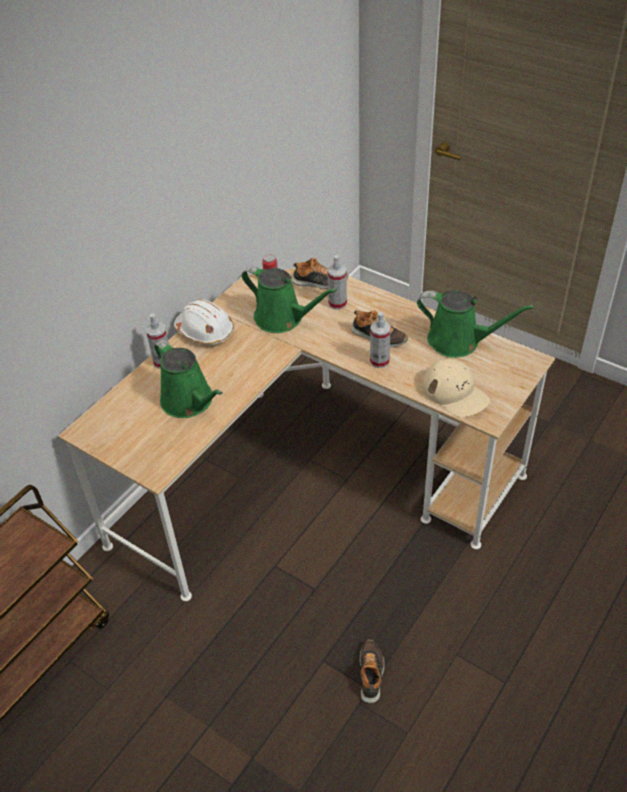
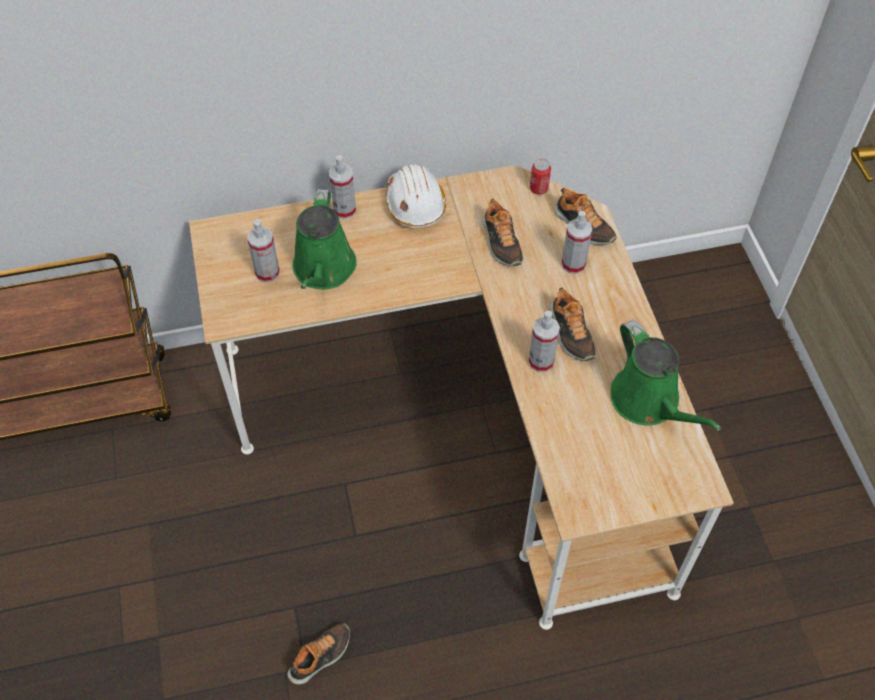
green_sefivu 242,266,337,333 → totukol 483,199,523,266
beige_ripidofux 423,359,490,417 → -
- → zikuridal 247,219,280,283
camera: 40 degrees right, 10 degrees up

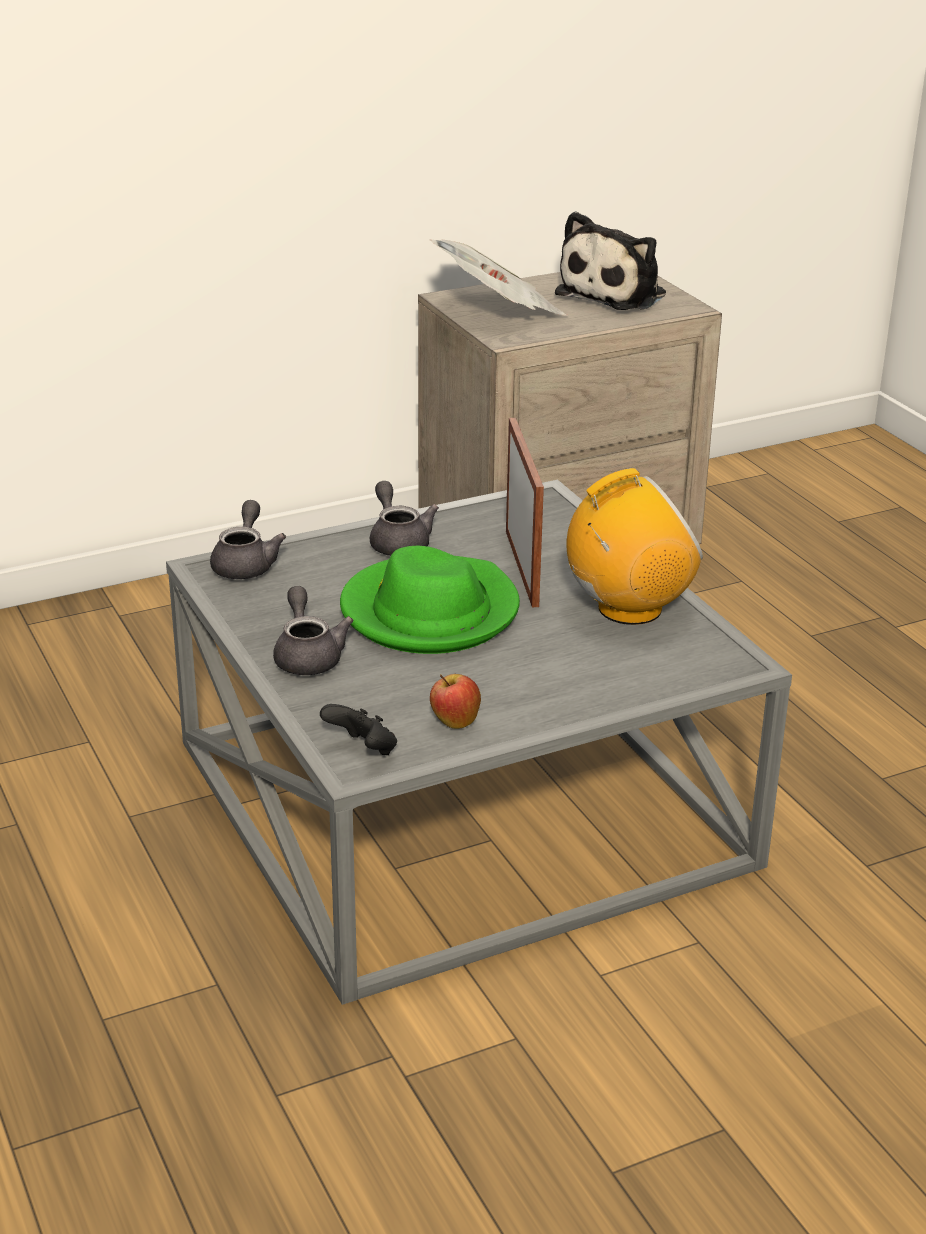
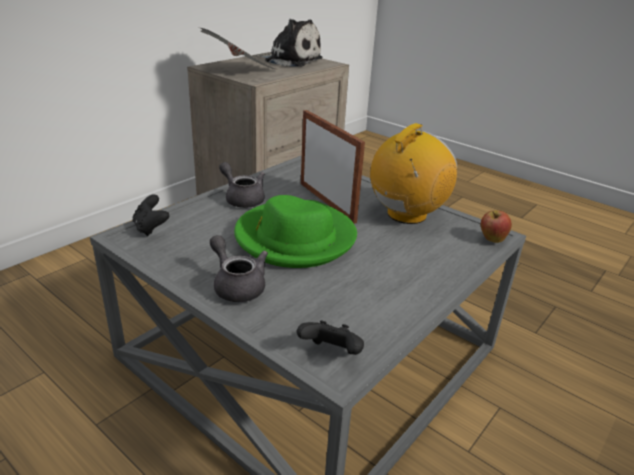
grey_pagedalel 210,500,286,579 → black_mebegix 133,195,169,236
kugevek 430,674,481,729 → kugevek 481,210,512,243, move
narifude 555,211,666,310 → narifude 255,19,322,67, 75 degrees counterclockwise
camera: 25 degrees left, 0 degrees up

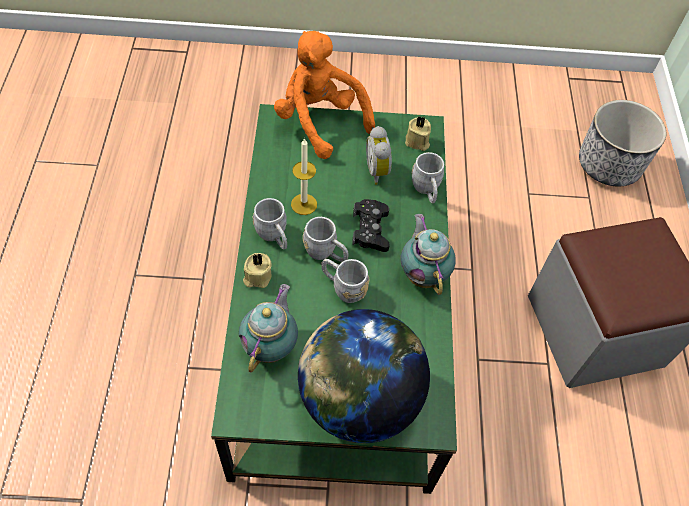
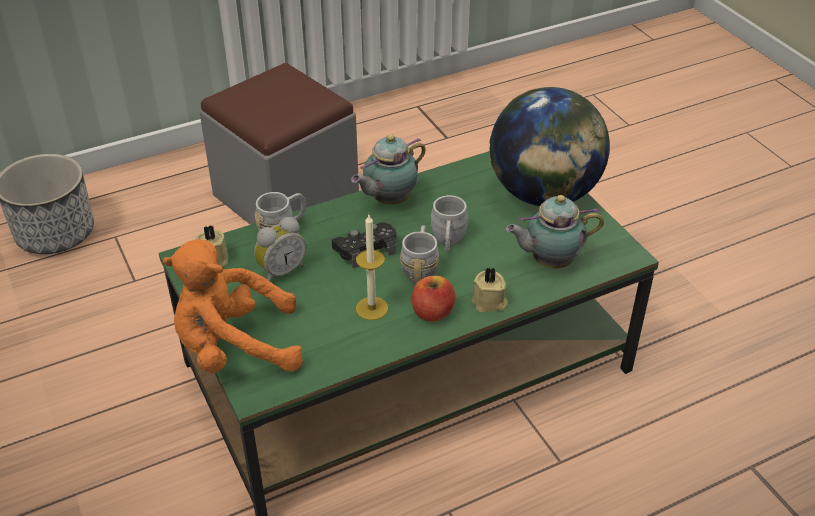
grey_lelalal 253,198,287,250 → kugevek 412,276,456,322
orange_narifude 274,31,375,159 → orange_narifude 162,239,303,373, 60 degrees clockwise
camera: 115 degrees left, 15 degrees down

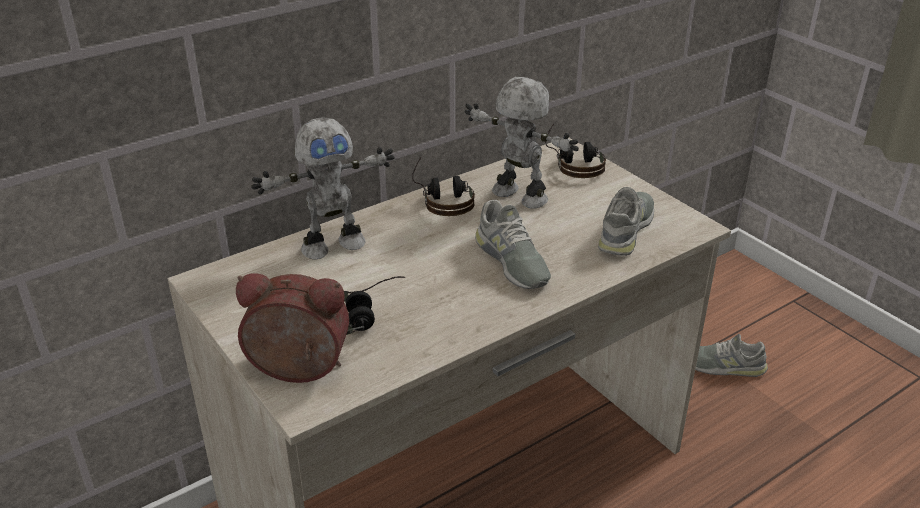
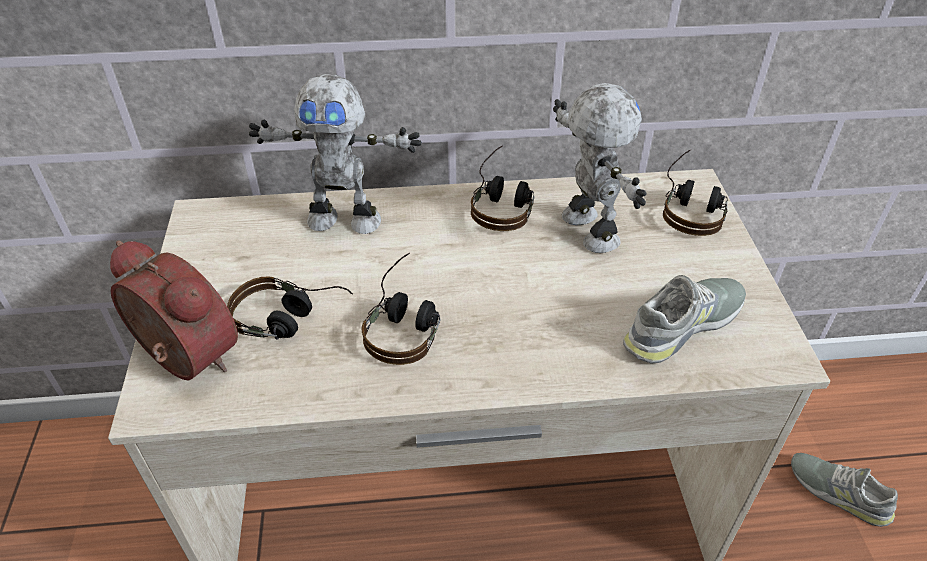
grey_totukol 475,200,551,289 → -
- → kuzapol 362,252,441,365
camera: 30 degrees right, 10 degrees up

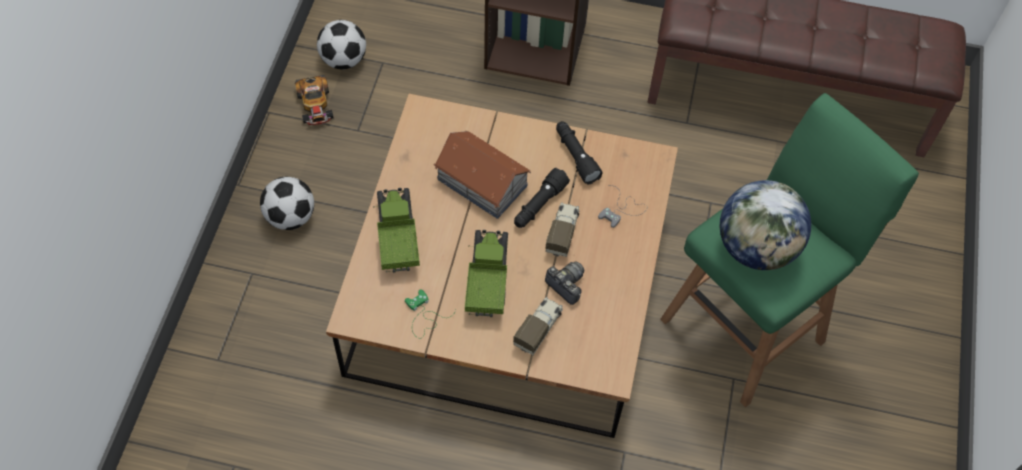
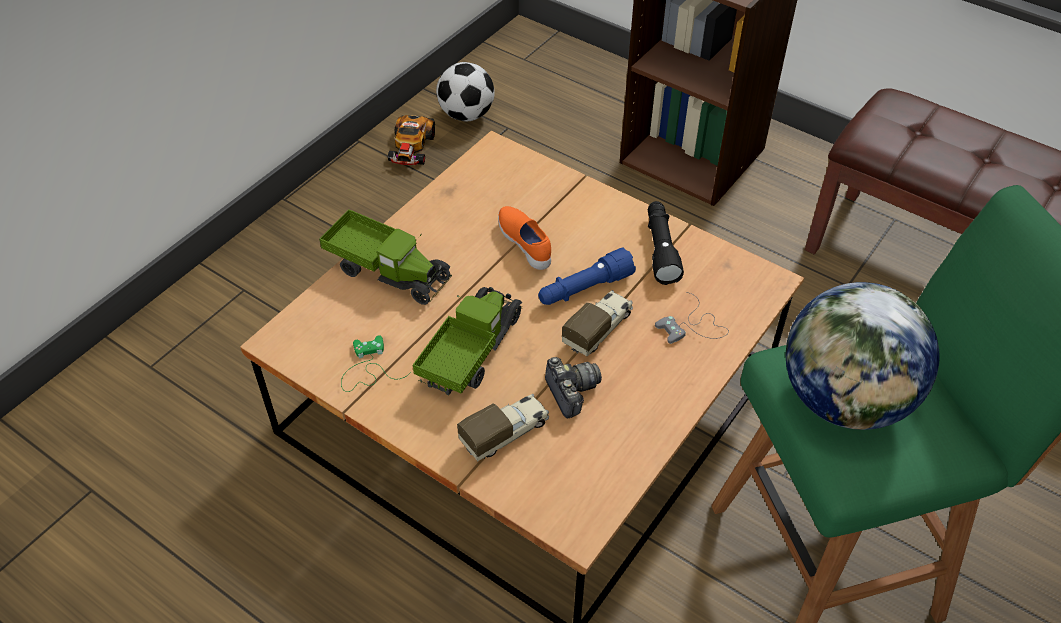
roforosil 260,177,314,230 → -
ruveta 373,188,420,273 → ruveta 319,209,452,305, 105 degrees clockwise
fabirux 434,131,531,219 → orange_totukol 498,206,551,270
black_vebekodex 514,168,570,228 → blue_vebekodex 538,247,636,305
camera: 25 degrees right, 10 degrees down

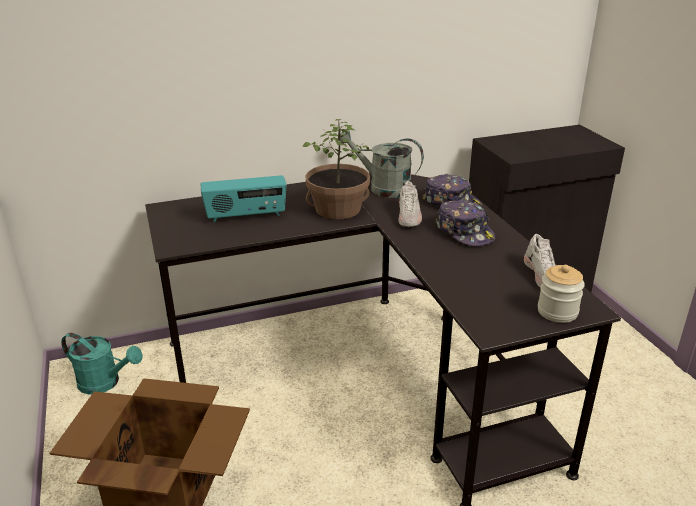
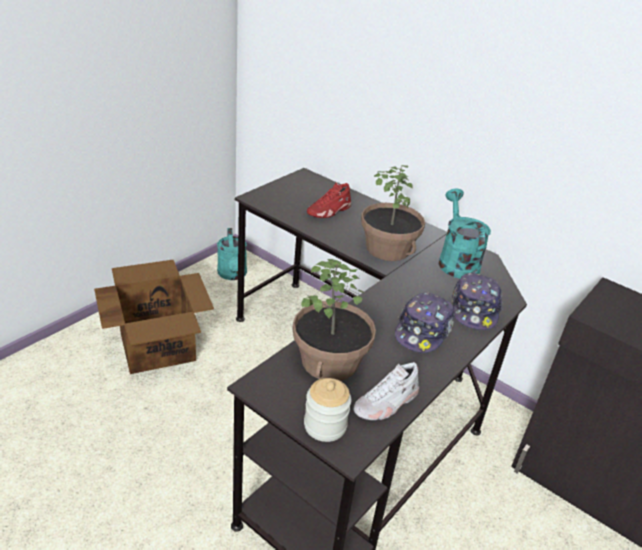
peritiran 201,175,286,222 → red_totukol 307,182,351,218
grey_sefivu 337,130,424,198 → turquoise_sefivu 439,189,491,279
white_totukol 398,181,422,227 → -
- → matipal 292,259,376,381
camera: 55 degrees right, 5 degrees up

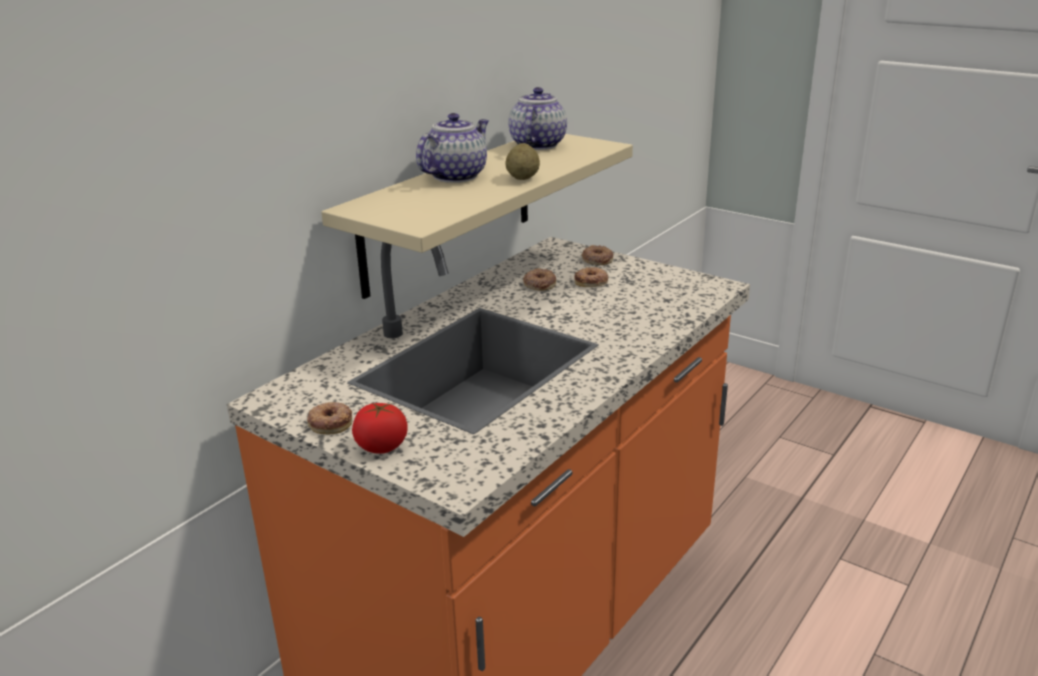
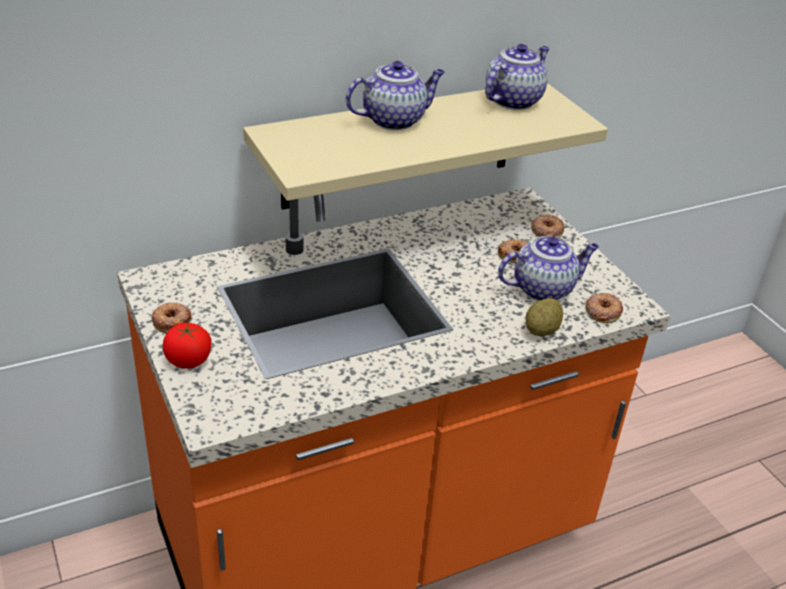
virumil 505,143,540,180 → virumil 526,298,563,336, move
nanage 523,268,556,291 → nanage 585,293,623,323, move
- → pagedalel 498,236,599,301
camera: 25 degrees right, 10 degrees up

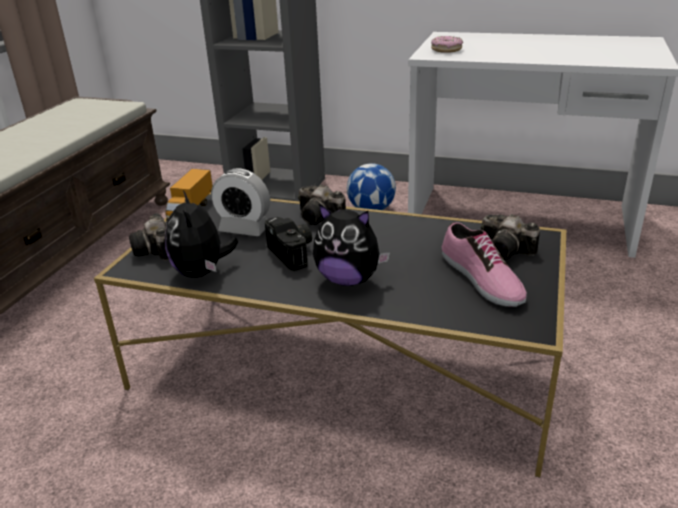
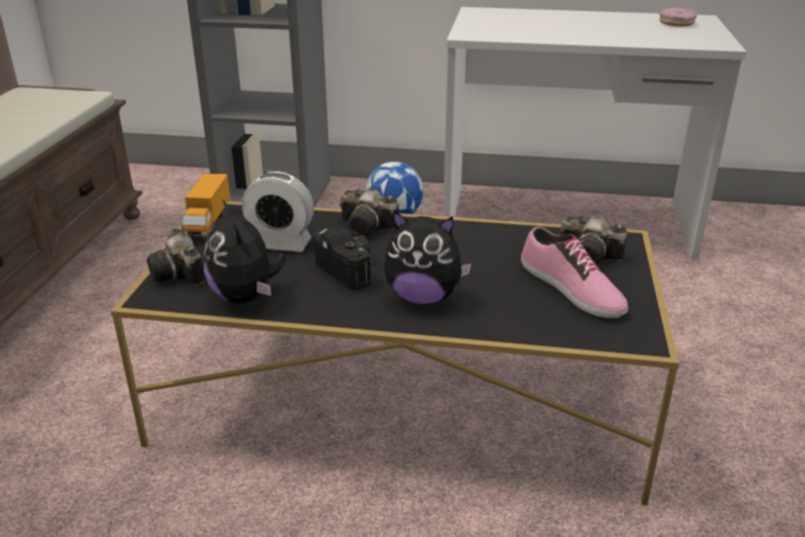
nanage 431,36,463,53 → nanage 659,8,697,27, move
camera: 10 degrees left, 0 degrees up

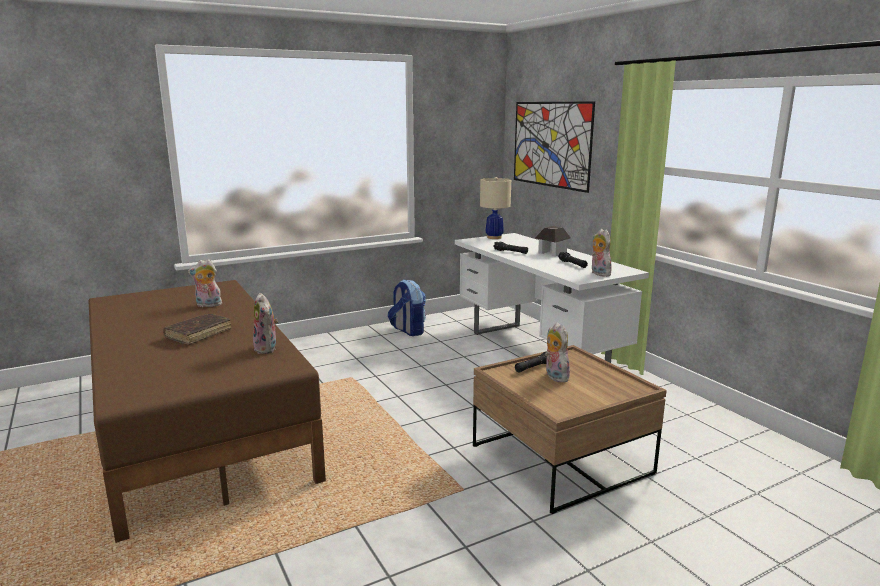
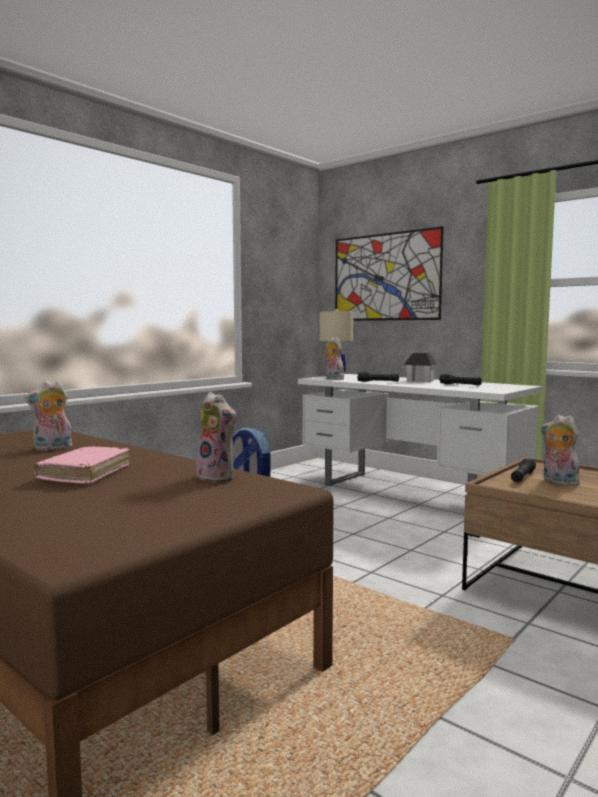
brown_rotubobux 163,314,231,345 → pink_rotubobux 34,447,129,484
narifude 591,229,612,277 → narifude 324,337,344,380, move
camera: 20 degrees left, 10 degrees down

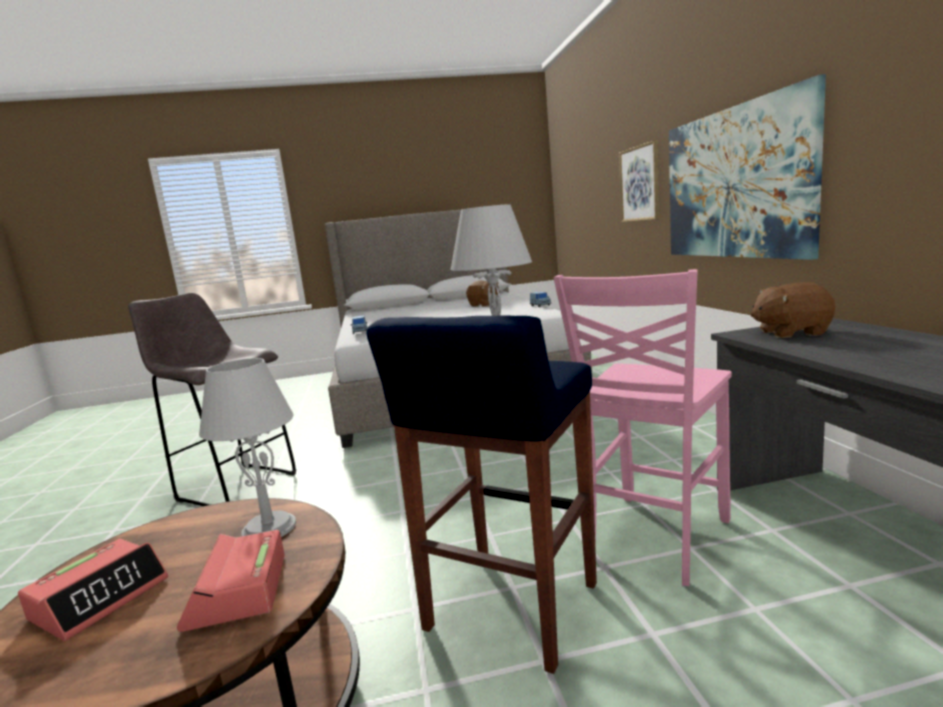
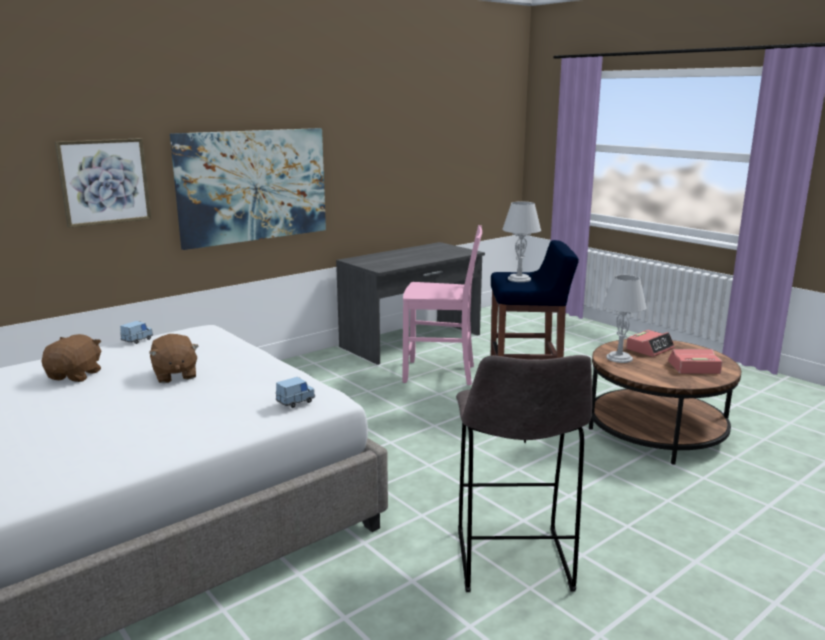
brown_narifude 751,282,835,338 → brown_narifude 149,334,199,383, move
camera: 120 degrees left, 5 degrees up

